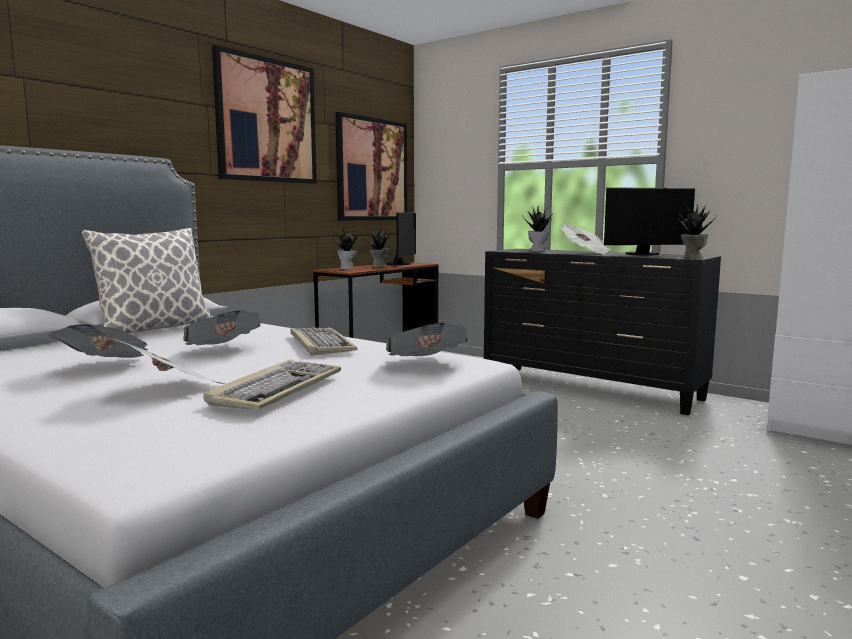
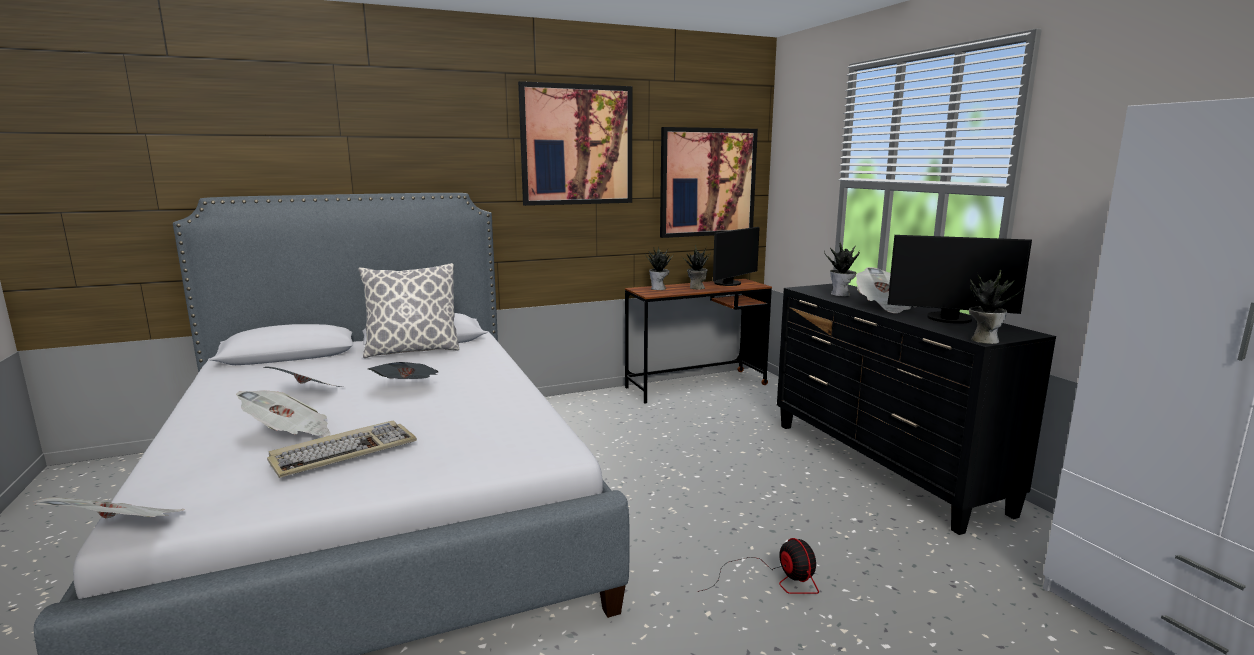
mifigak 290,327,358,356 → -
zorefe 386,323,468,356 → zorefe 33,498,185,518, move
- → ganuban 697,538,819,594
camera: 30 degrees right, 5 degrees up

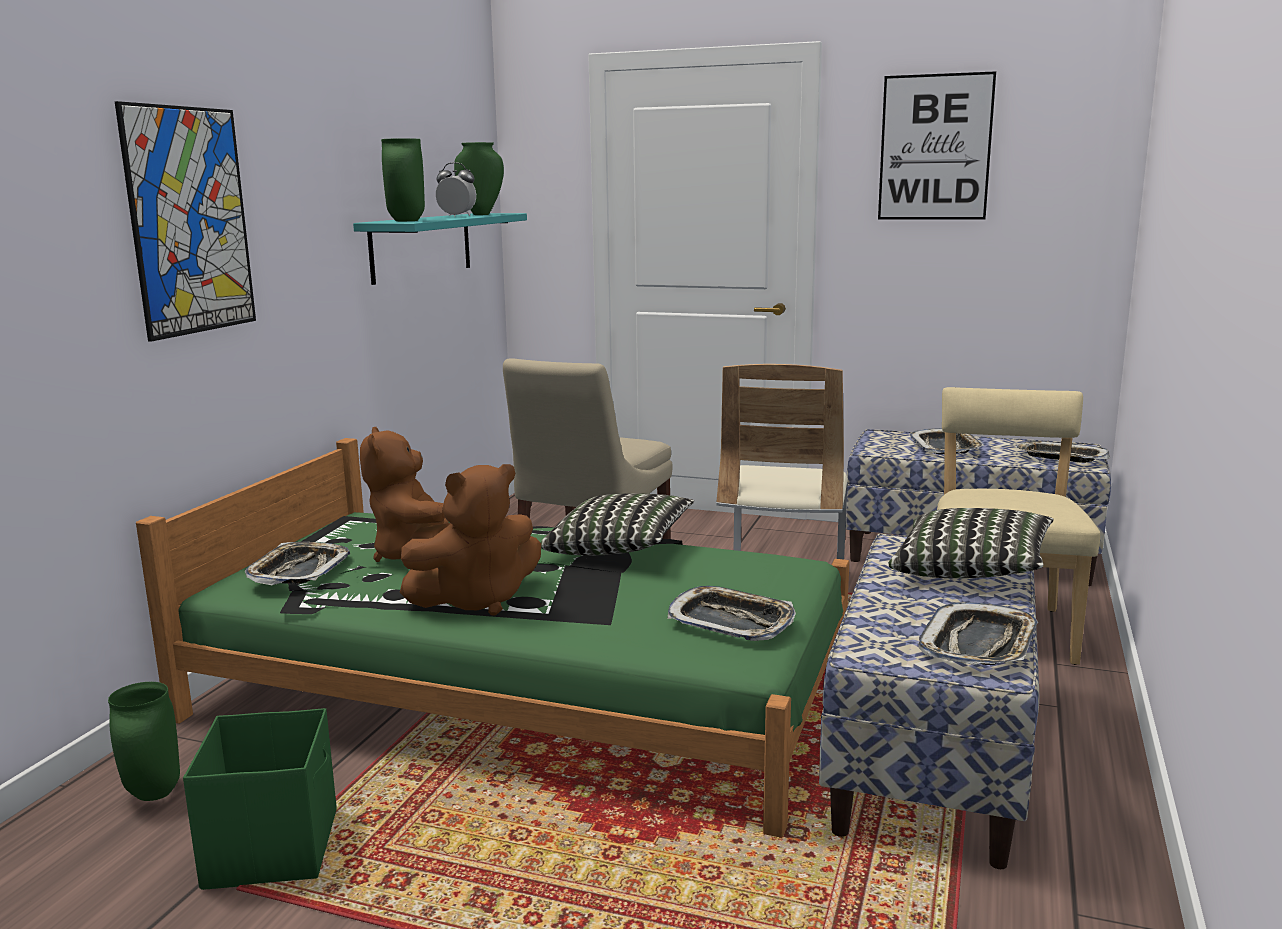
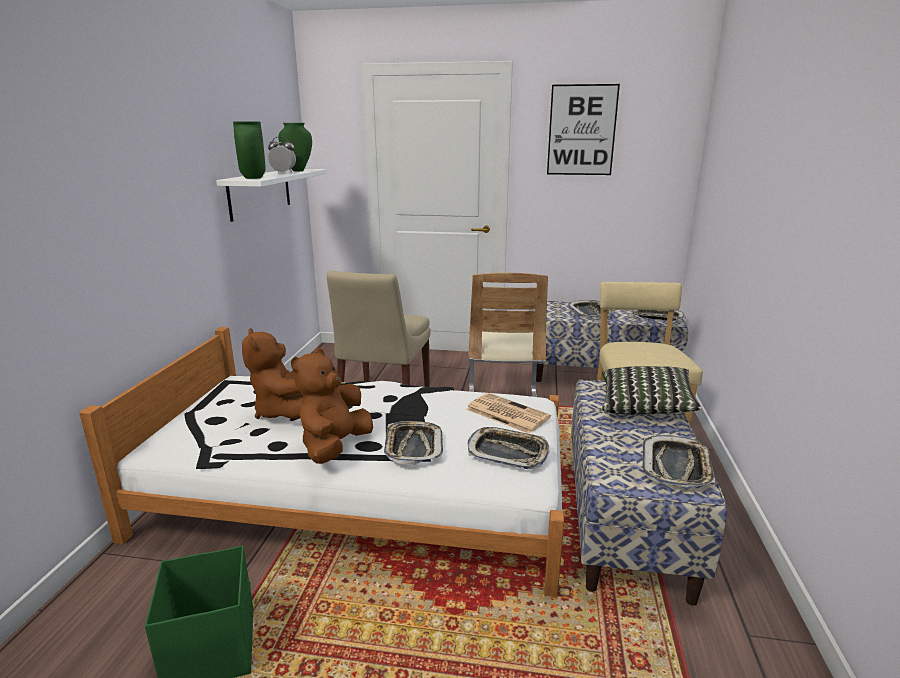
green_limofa 108,682,180,801 → -
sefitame 115,101,256,342 → -
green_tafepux 136,438,849,838 → white_tafepux 79,327,564,597
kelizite 245,542,350,585 → kelizite 384,421,443,465, move
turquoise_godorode 353,213,527,285 → white_godorode 216,169,327,222
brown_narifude 400,464,541,616 → brown_narifude 291,348,373,464, 150 degrees clockwise
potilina 540,493,694,556 → -
- → zorefe 466,393,551,434
camera: 10 degrees left, 5 degrees up

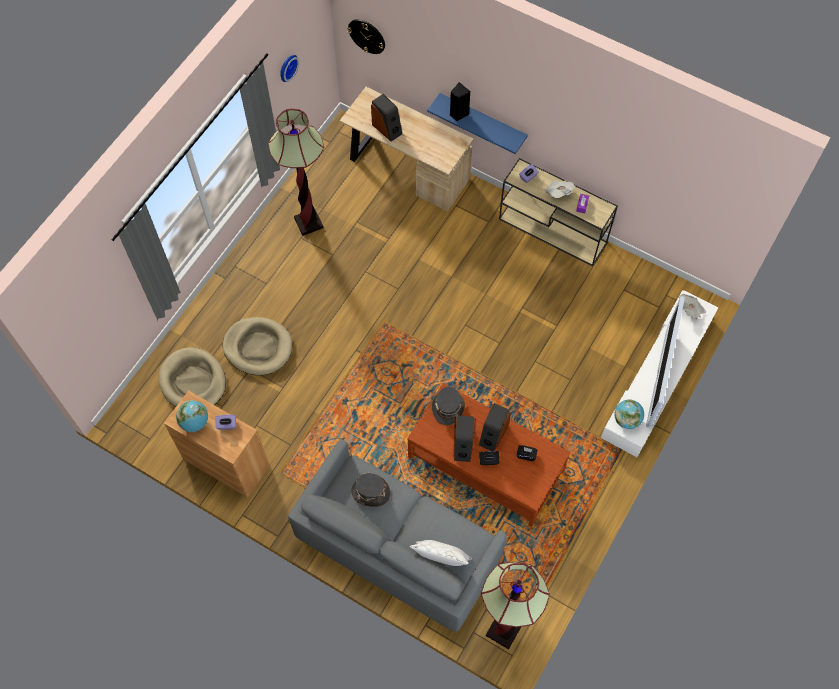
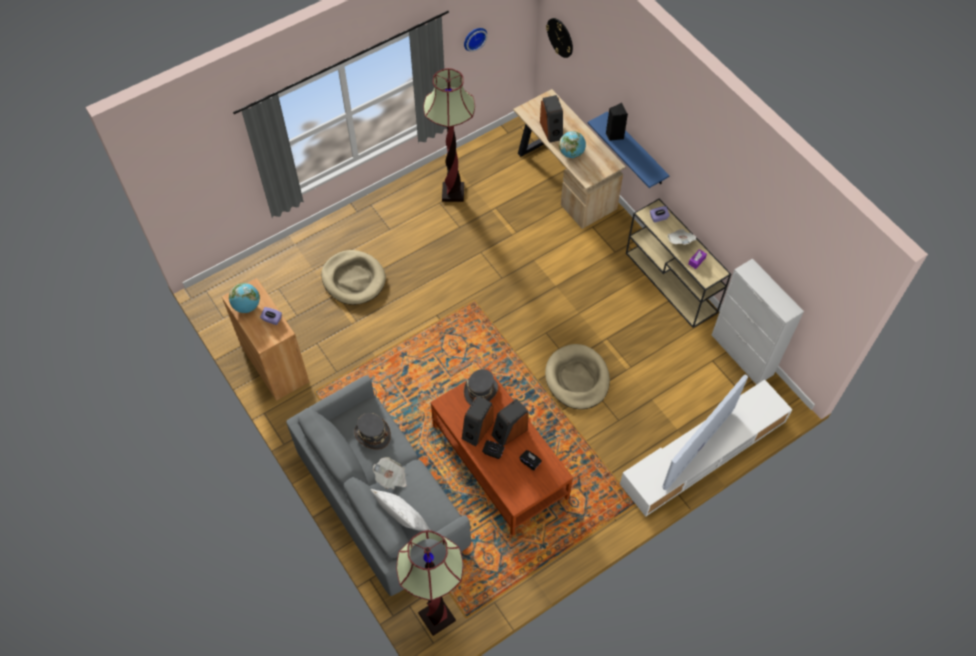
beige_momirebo 158,347,226,407 → beige_momirebo 545,344,610,409, move
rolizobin 614,399,644,429 → rolizobin 559,131,586,158, move
zorefe 679,294,706,319 → zorefe 373,457,406,489, move
- → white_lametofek 712,258,804,385
camera: 25 degrees right, 5 degrees down

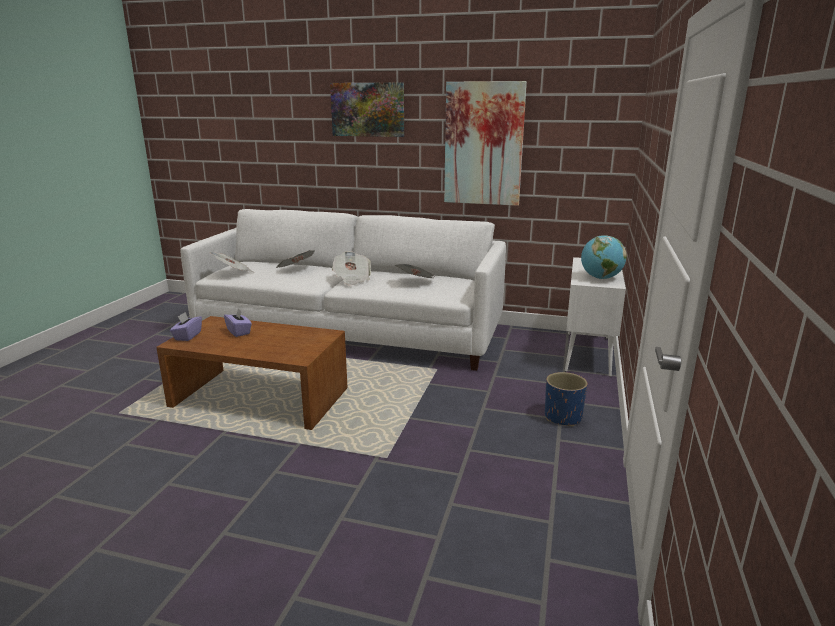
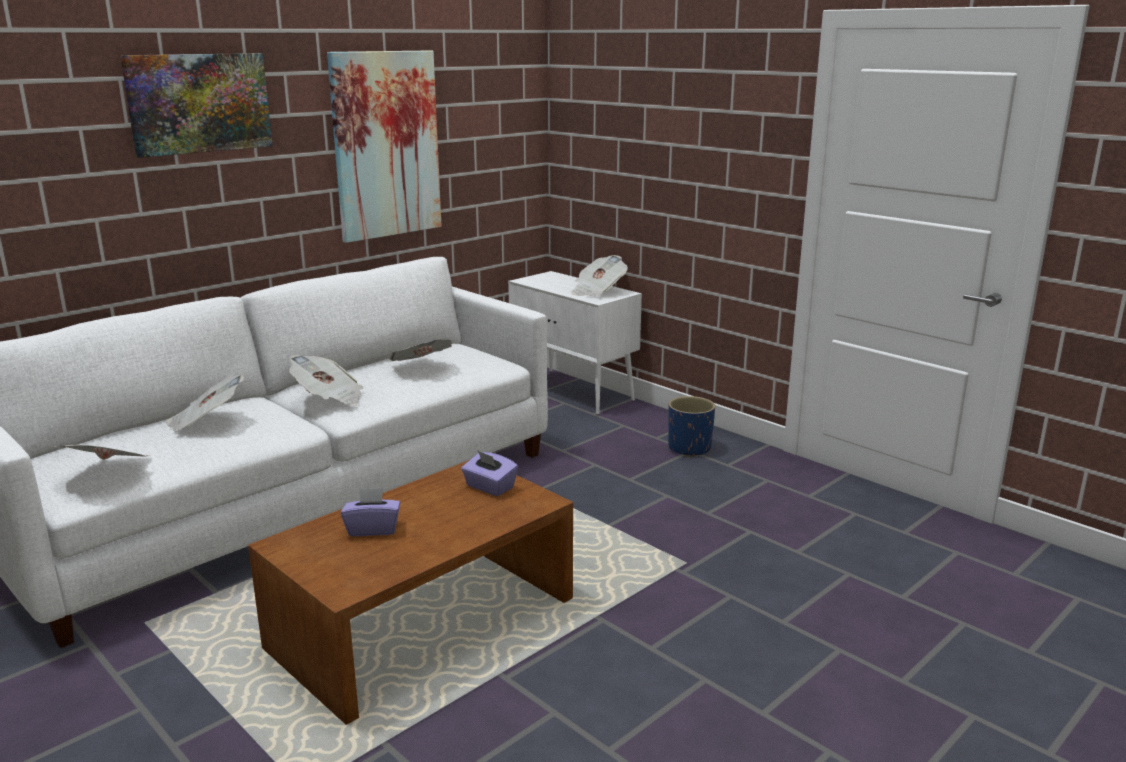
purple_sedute 170,312,202,341 → purple_sedute 461,450,518,496, move
rolizobin 581,235,627,279 → zorefe 571,255,628,296
camera: 60 degrees left, 0 degrees up

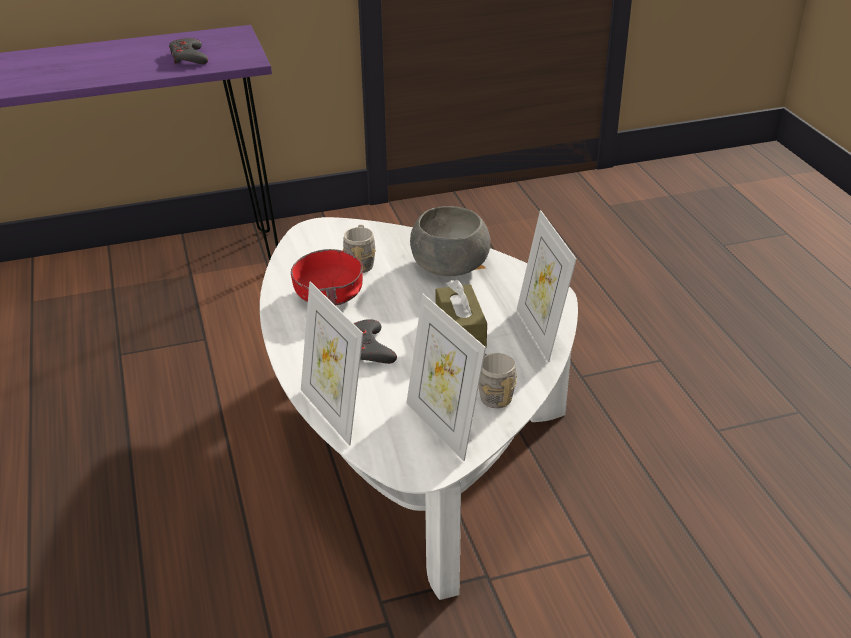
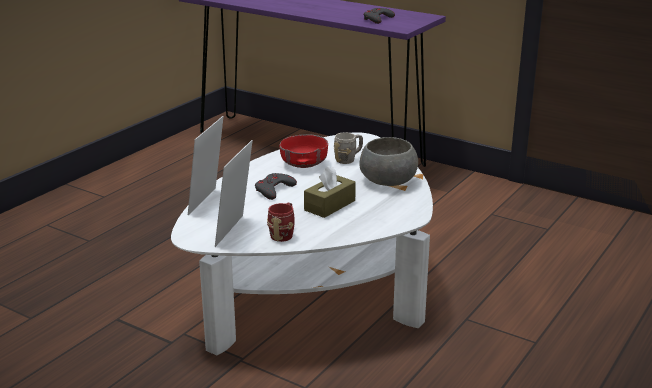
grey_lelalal 479,353,517,408 → red_lelalal 267,202,295,242
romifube 517,210,576,362 → -
camera: 50 degrees right, 10 degrees down

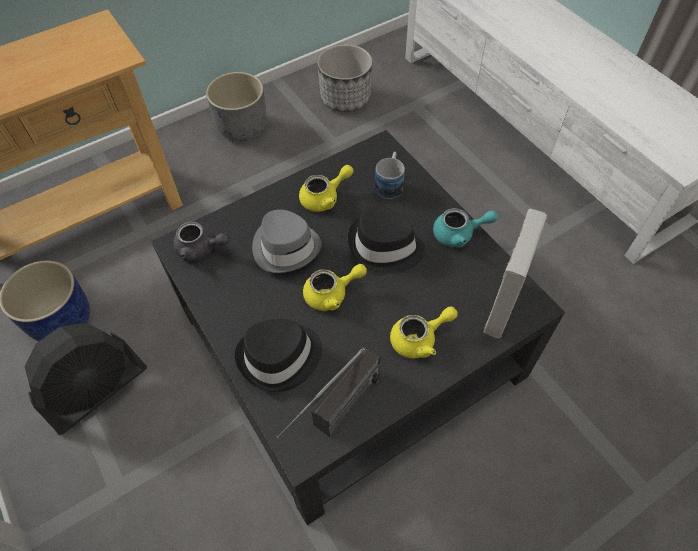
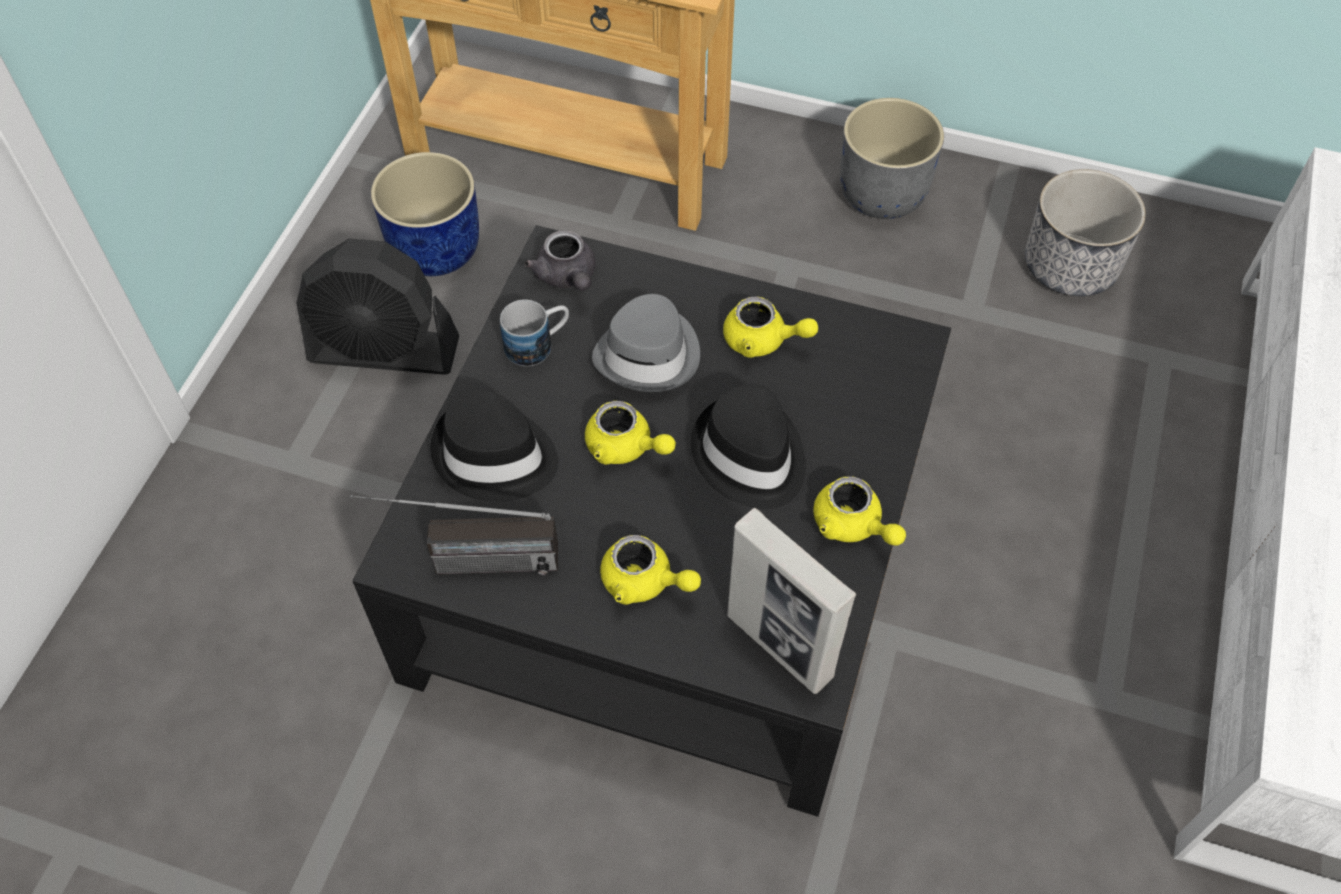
lelalal 375,152,405,199 → lelalal 500,299,569,366, move
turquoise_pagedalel 433,208,498,248 → yellow_pagedalel 813,476,906,546
romifube 483,209,547,339 → romifube 727,508,856,694, 60 degrees clockwise
camera: 50 degrees right, 0 degrees up

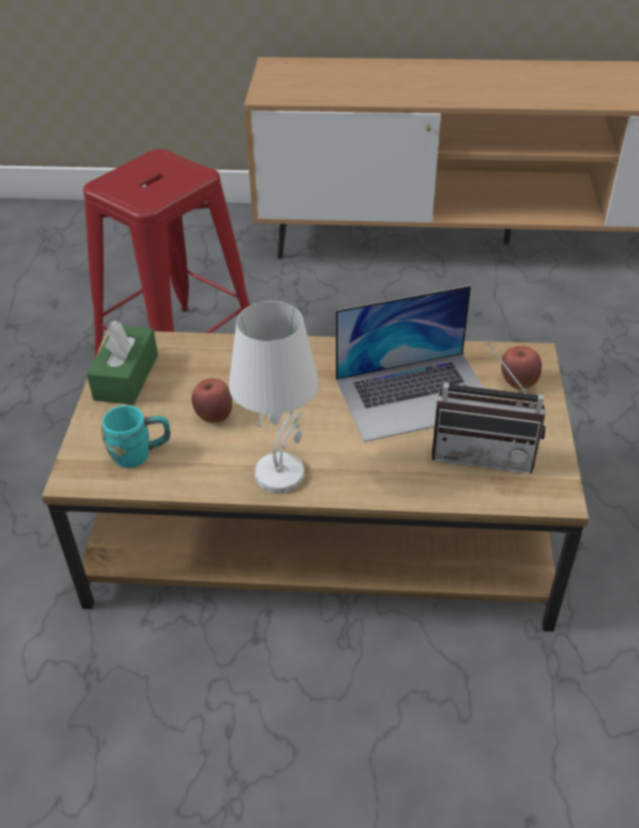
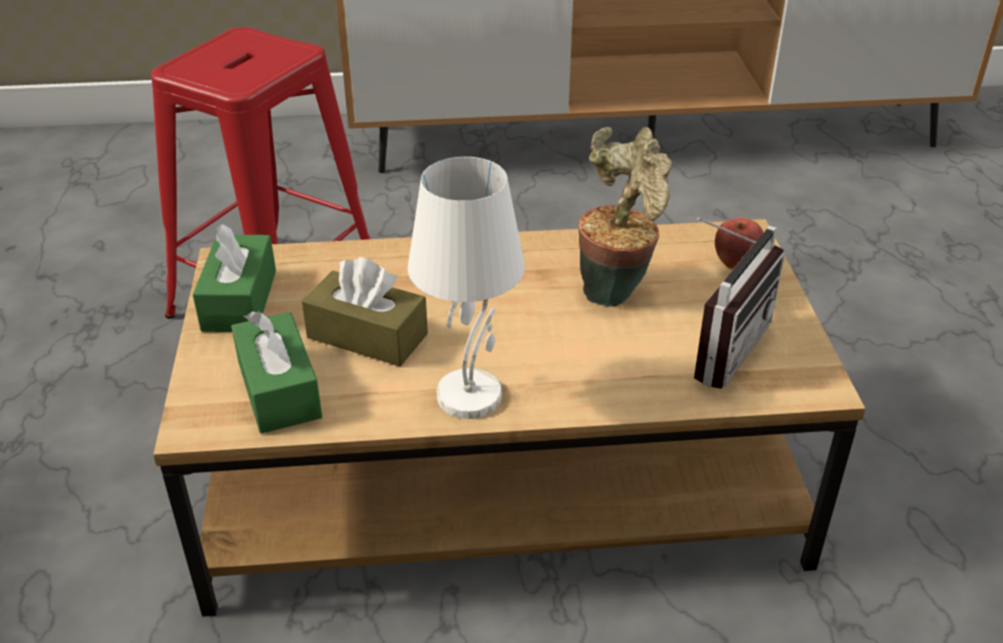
turquoise_lelalal 101,405,171,468 → green_sedute 231,311,322,434
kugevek 192,379,232,423 → brown_sedute 302,257,428,366
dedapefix 335,285,490,442 → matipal 578,127,672,307
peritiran 431,343,546,474 → peritiran 694,217,785,389, 60 degrees counterclockwise
camera: 10 degrees left, 5 degrees down

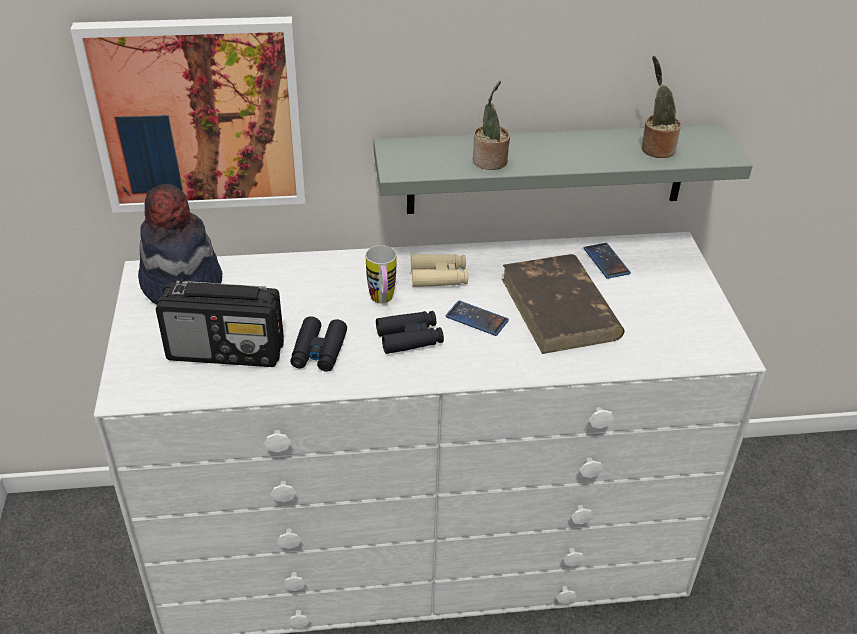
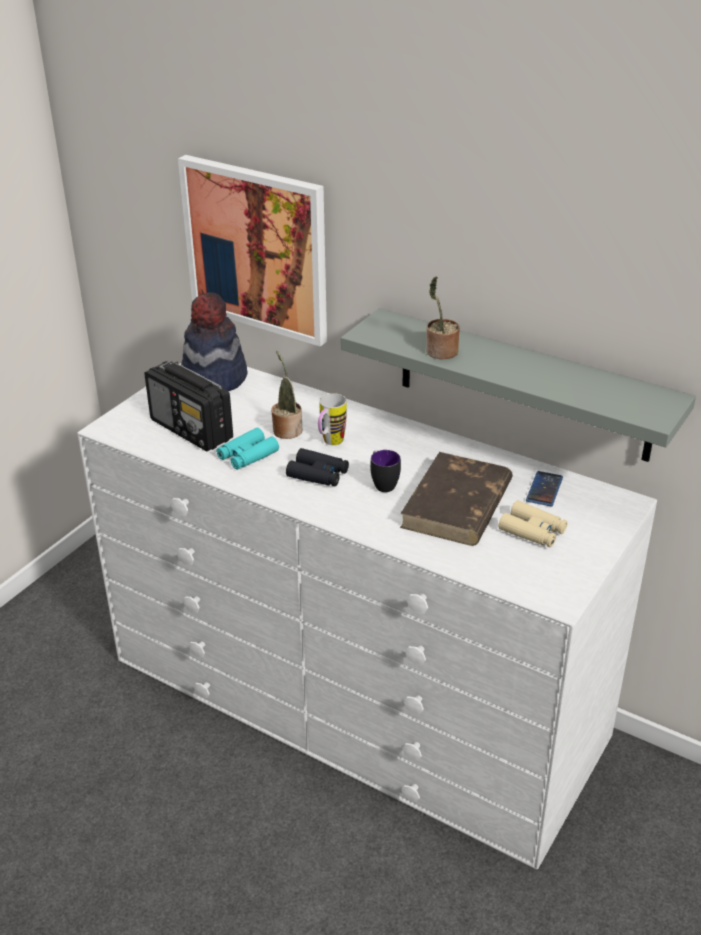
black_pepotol 290,316,347,372 → turquoise_pepotol 217,428,279,470
beige_pepotol 411,254,468,287 → beige_pepotol 499,500,567,547, move
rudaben 446,301,509,336 → lelalal 370,450,401,492
matipal 641,56,681,158 → matipal 271,351,303,439, move
camera: 40 degrees right, 5 degrees down

